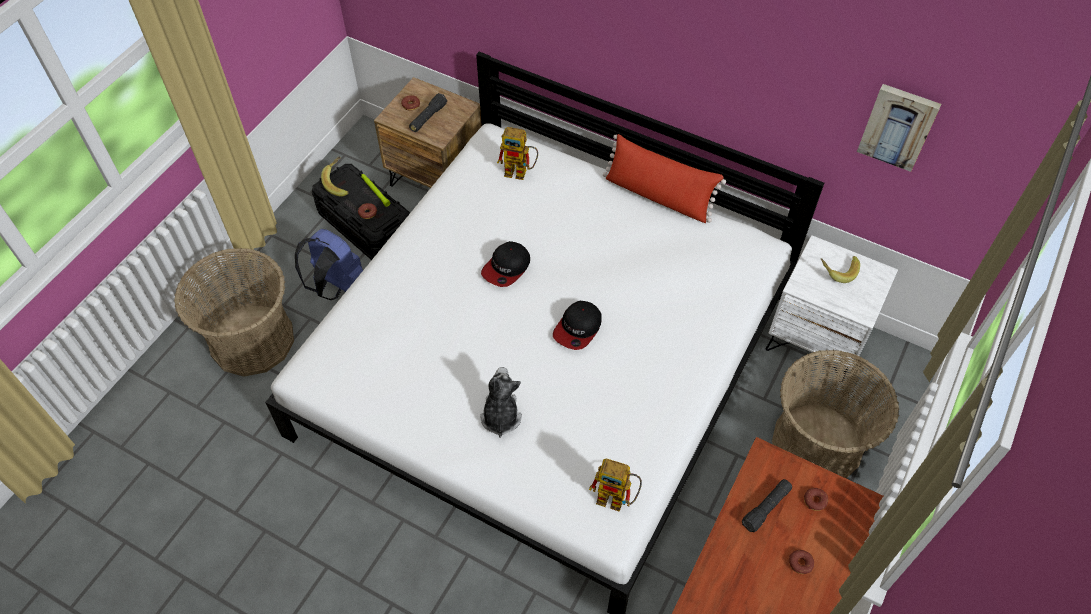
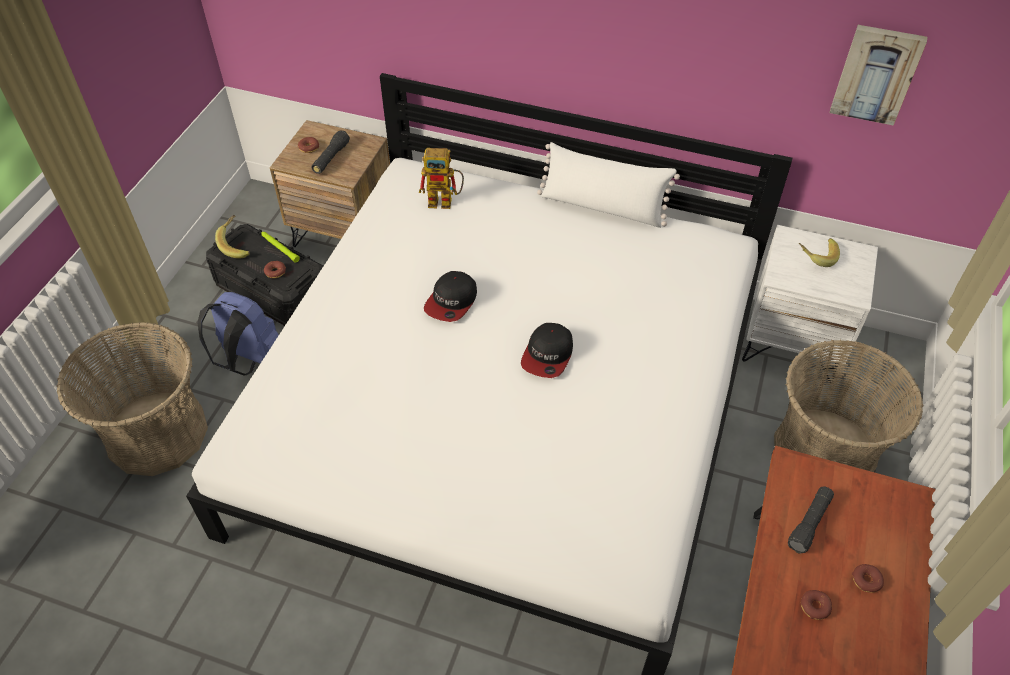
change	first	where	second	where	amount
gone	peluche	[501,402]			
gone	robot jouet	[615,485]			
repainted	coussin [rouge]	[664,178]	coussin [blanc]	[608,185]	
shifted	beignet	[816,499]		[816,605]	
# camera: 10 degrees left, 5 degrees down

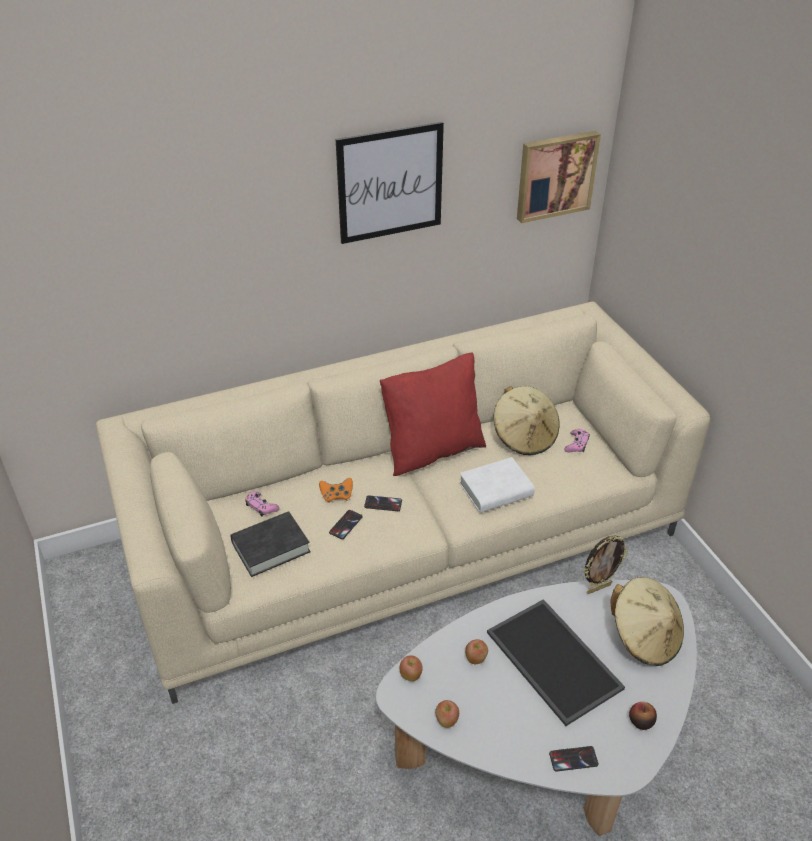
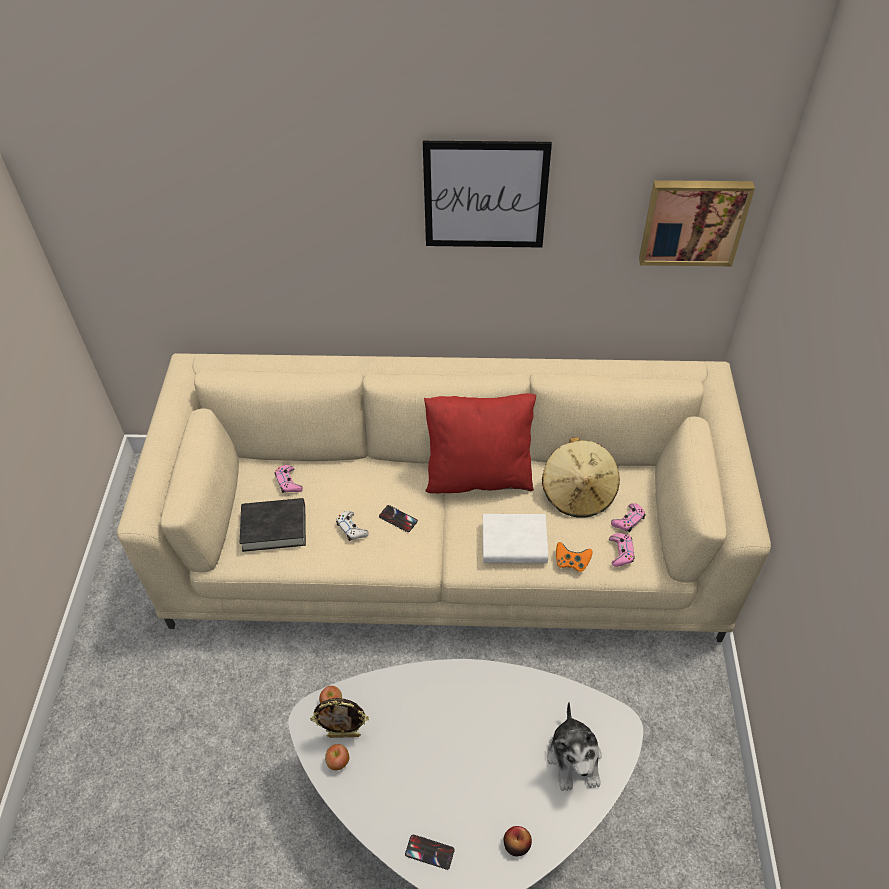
change	first	where	second	where	amount
shifted	manette [orange]	[336,490]		[574,557]	
swapped	téléphone	[346,524]	manette [blanc]	[352,526]	
gone	pomme	[476,651]			
gone	plateau	[556,662]			
shifted	cadre photo	[605,564]		[339,718]	
swapped	chapeau [beige]	[647,621]	peluche	[574,746]	
new			manette [rose]	[622,550]	
# camera: 25 degrees right, 10 degrees up

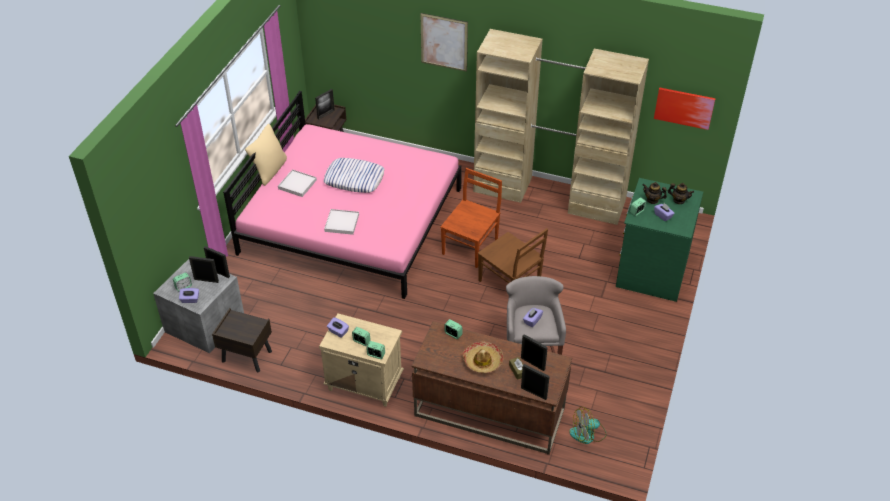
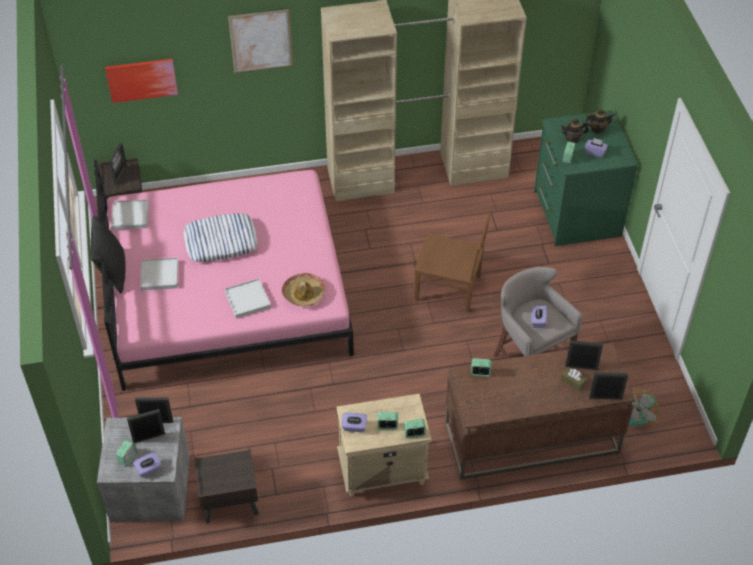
change	first	where	second	where	amount
repainted	coussin [beige]	[266,155]	coussin [noir]	[108,254]	
gone	chaise [marron]	[471,218]			
shifted	chapeau	[483,358]		[303,289]	
shifted	tableau	[685,108]		[141,81]	
new			plateau [blanc]	[130,214]	
# camera: 30 degrees left, 5 degrees up

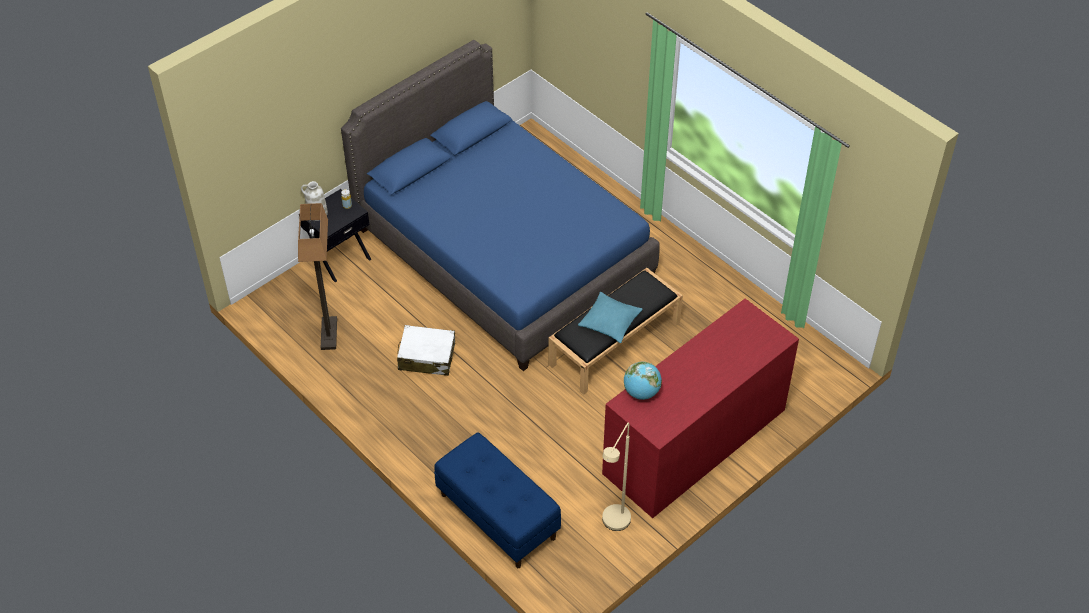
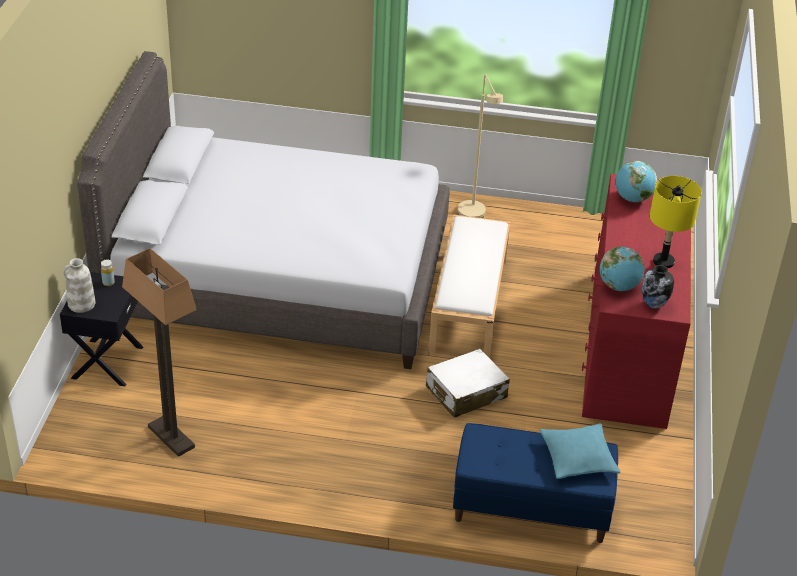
change	first	where	second	where	amount
repainted	lit [bleu]	[500,205]	lit [gris]	[263,210]	
shifted	valise [blanc]	[426,350]		[468,383]	
repainted	banc [noir]	[615,331]	banc [blanc]	[470,286]	
shifted	coussin [turquoise]	[610,317]		[580,451]	
shifted	lampadaire [beige]	[616,477]		[480,146]	
new			globe	[636,181]	
new			vase	[658,287]	
new			lampe de table [jaune]	[676,222]	
# camera: 40 degrees left, 10 degrees down

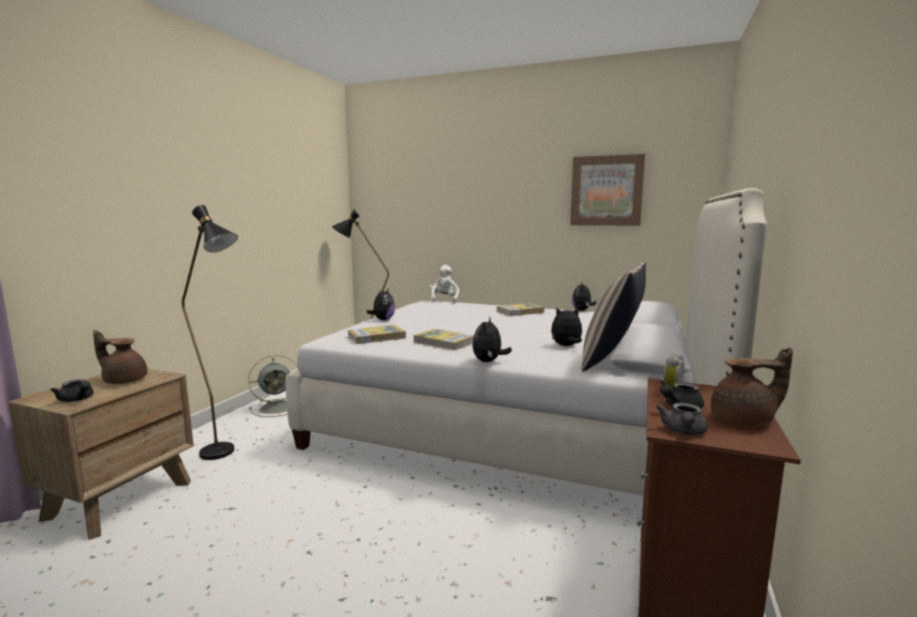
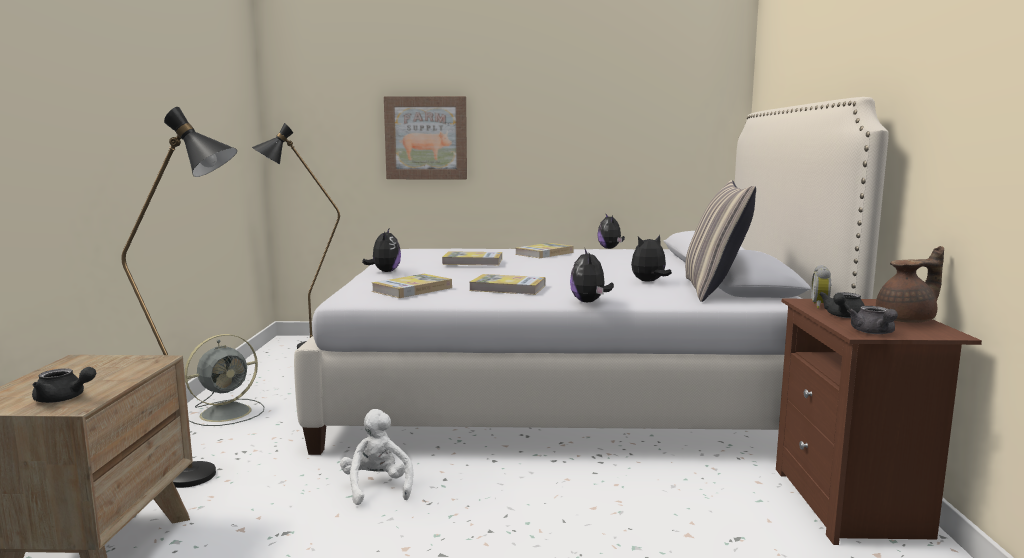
change	first	where	second	where	amount
gone	théière [marron]	[120,357]			
shifted	peluche [blanc]	[444,284]		[377,457]	
shifted	tableau	[607,190]		[425,137]	
new			livre	[472,258]	
# camera: 20 degrees left, 0 degrees up

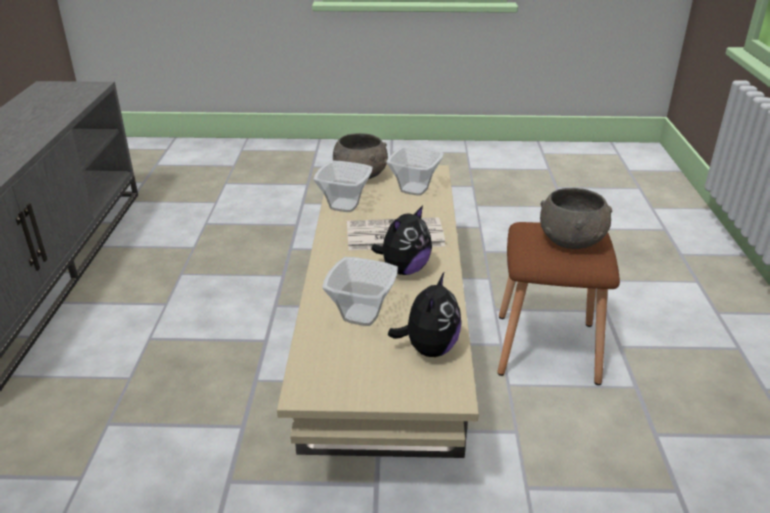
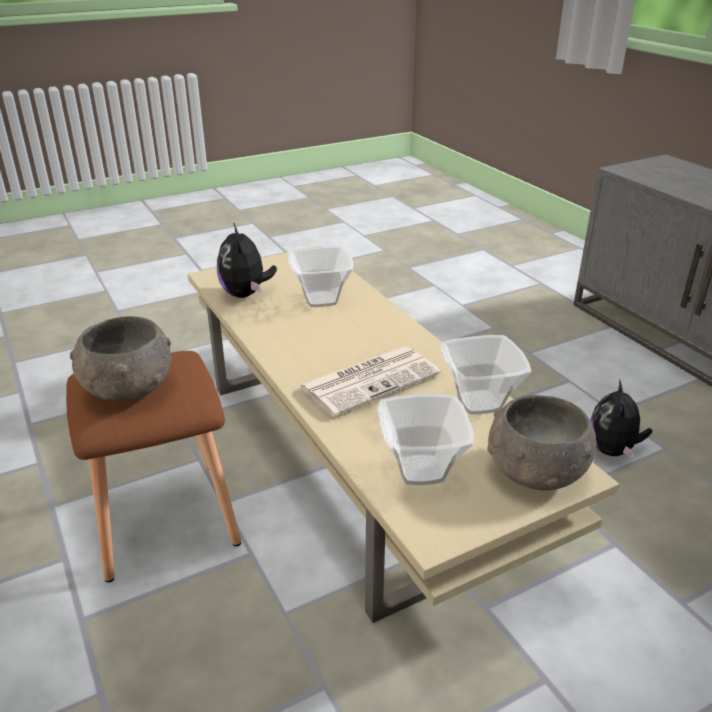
change	first	where	second	where	amount
shifted	peluche	[401,240]		[621,419]	
# camera: 150 degrees right, 0 degrees up

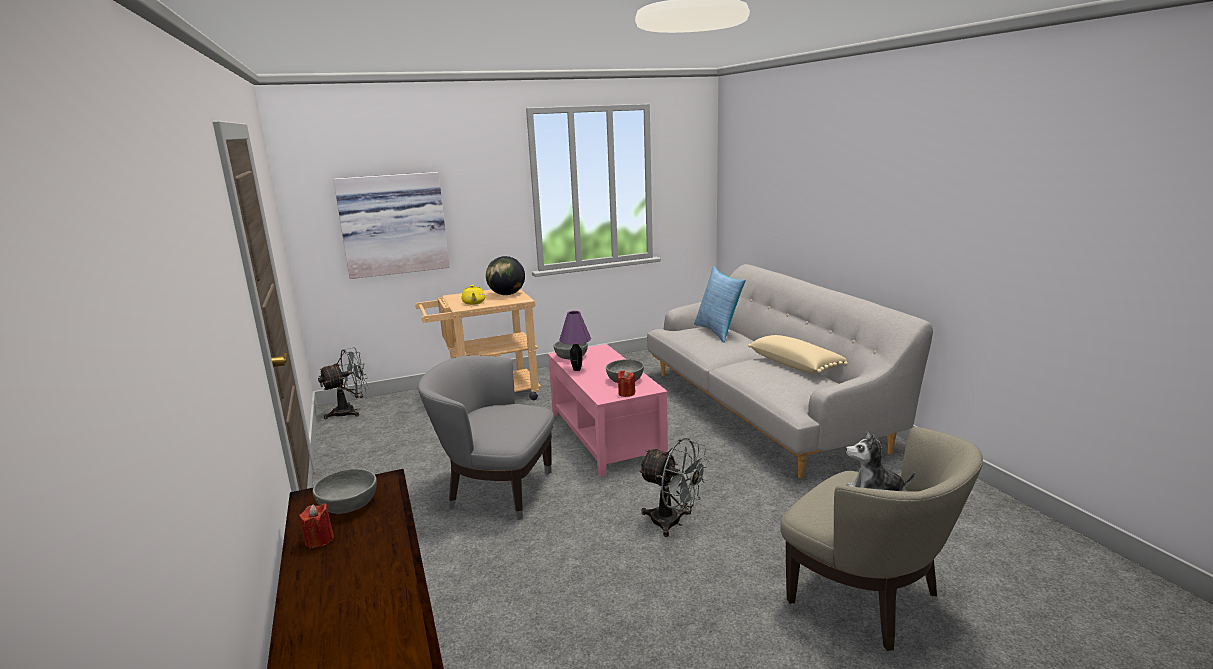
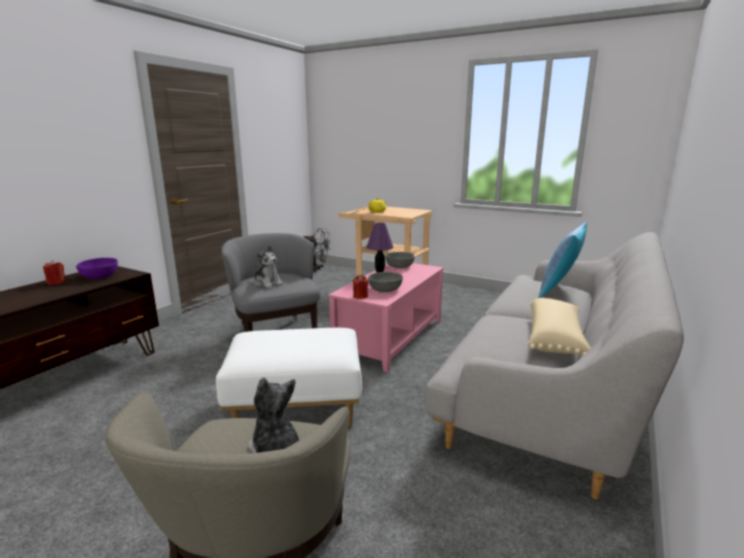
change	first	where	second	where	amount
repainted	bol [gris]	[345,491]	bol [violet]	[97,268]	
gone	tableau	[391,225]			
gone	globe	[505,275]			
swapped	ventilateur [gris]	[673,487]	pouf [blanc]	[289,377]	
new			peluche	[269,266]	
# camera: 50 degrees right, 0 degrees up

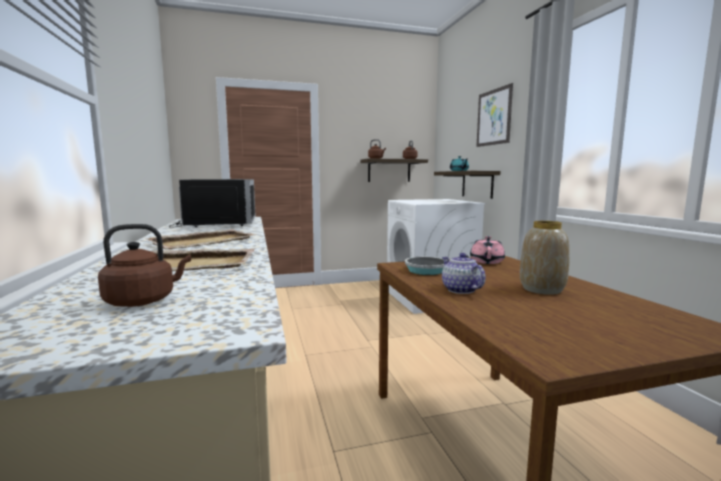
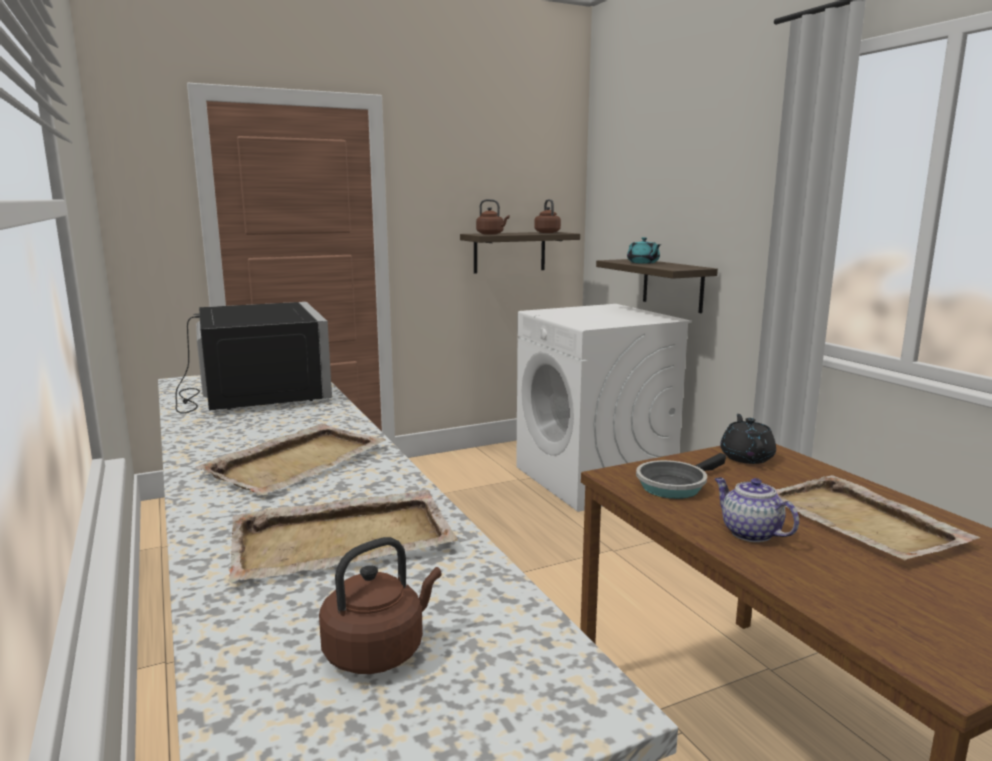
change	first	where	second	where	amount
repainted	théière [rose]	[487,250]	théière [noir]	[748,439]	
gone	tableau	[494,115]			
swapped	vase	[545,258]	plateau [beige]	[878,517]	
# camera: 10 degrees left, 5 degrees up

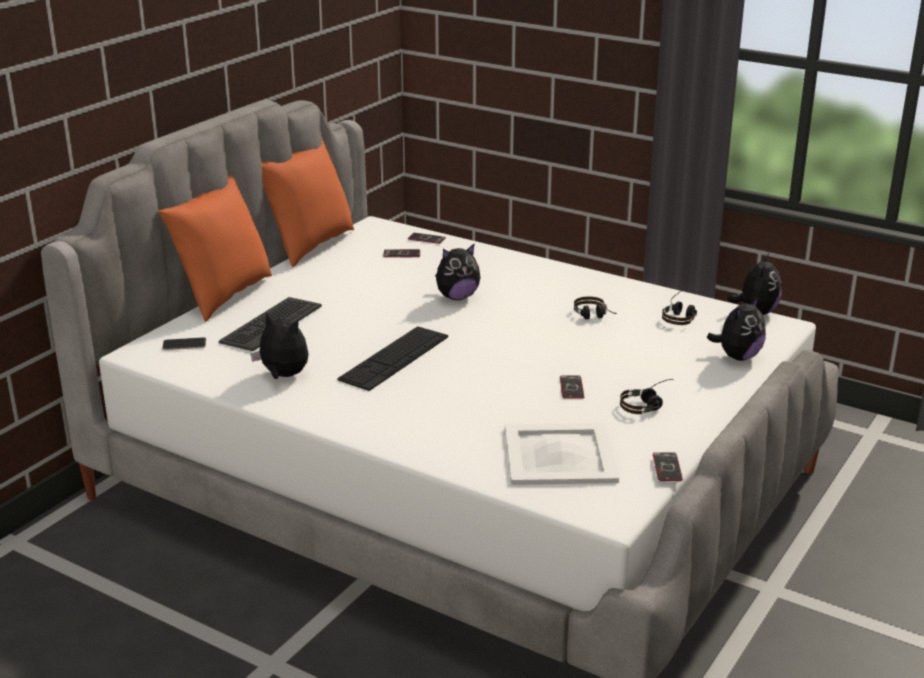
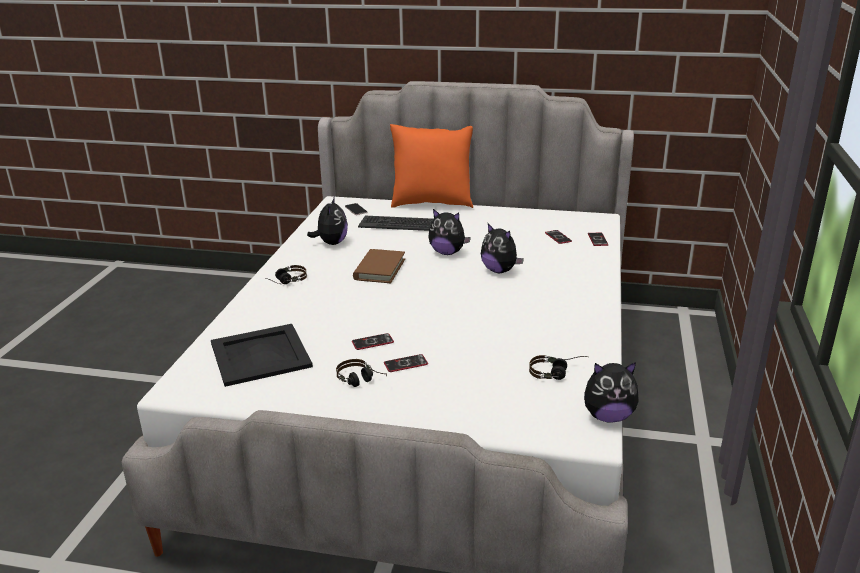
change	first	where	second	where	amount
gone	coussin [orange]	[308,201]			
swapped	clavier	[392,358]	livre [marron]	[379,266]	
repainted	plateau [blanc]	[562,454]	plateau [noir]	[262,355]	
shifted	casque audio	[595,308]		[286,274]	
shifted	téléphone	[668,466]		[406,363]	
shifted	peluche	[736,328]		[449,232]	
# camera: 70 degrees right, 0 degrees up

